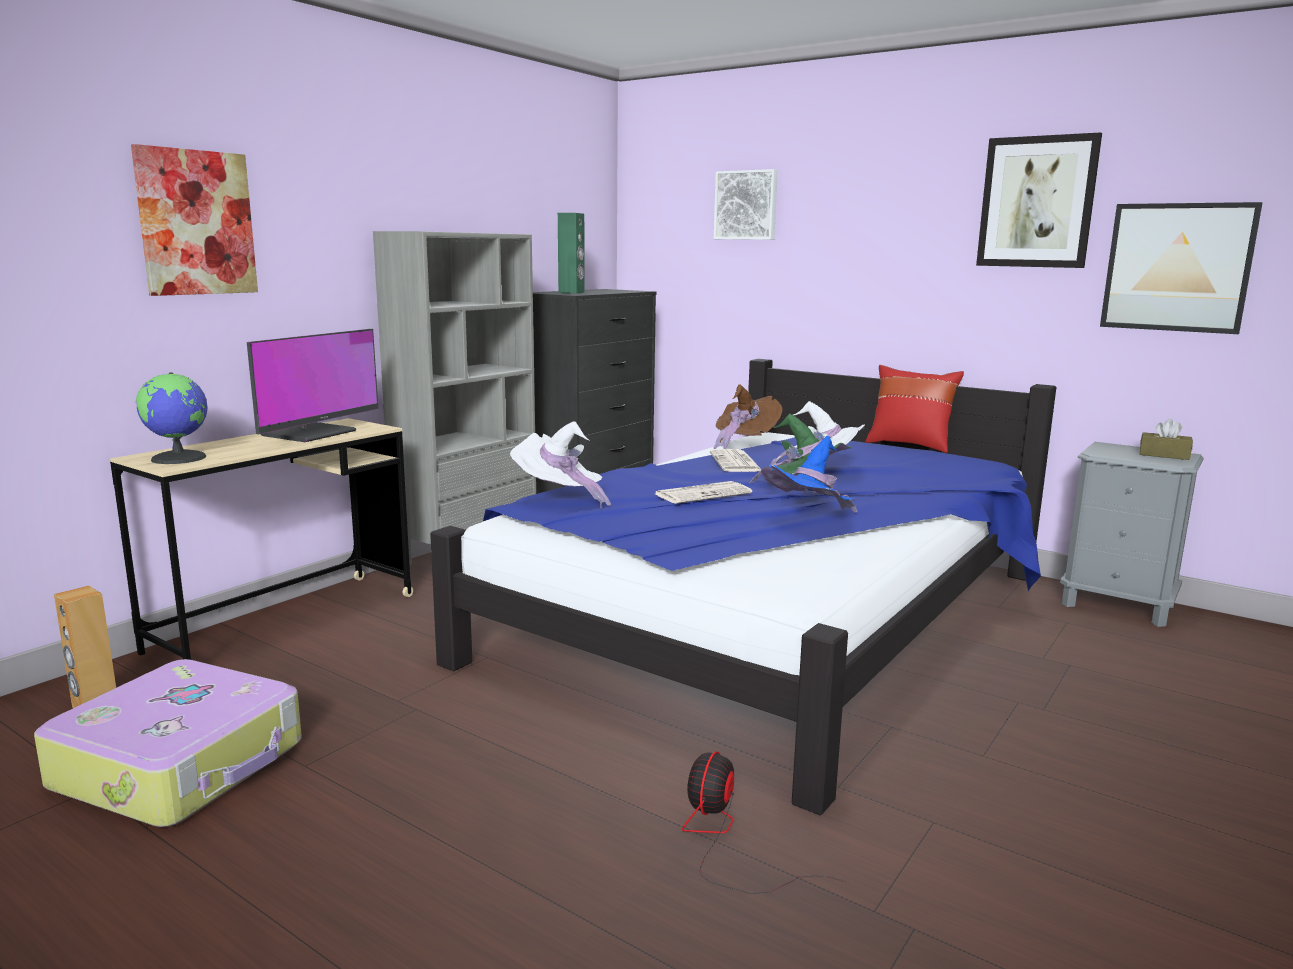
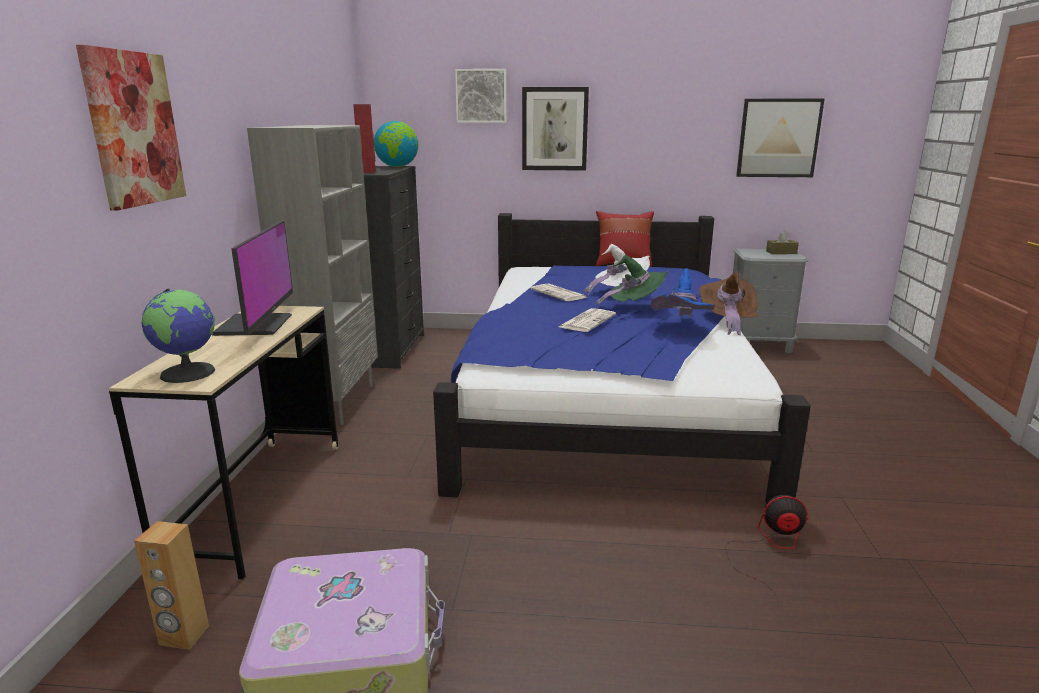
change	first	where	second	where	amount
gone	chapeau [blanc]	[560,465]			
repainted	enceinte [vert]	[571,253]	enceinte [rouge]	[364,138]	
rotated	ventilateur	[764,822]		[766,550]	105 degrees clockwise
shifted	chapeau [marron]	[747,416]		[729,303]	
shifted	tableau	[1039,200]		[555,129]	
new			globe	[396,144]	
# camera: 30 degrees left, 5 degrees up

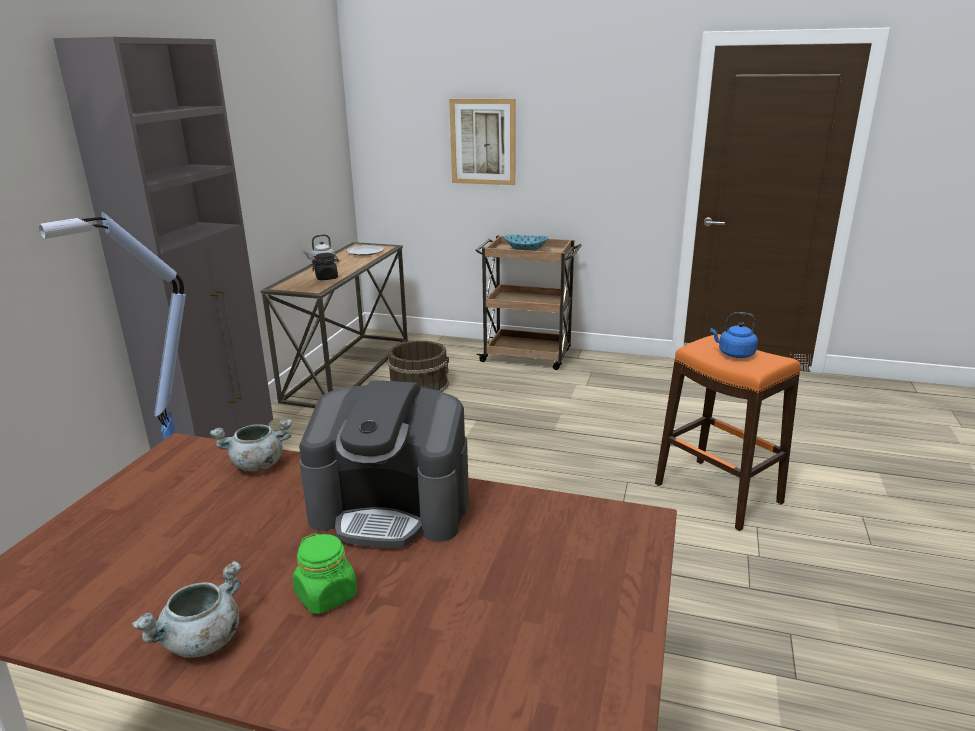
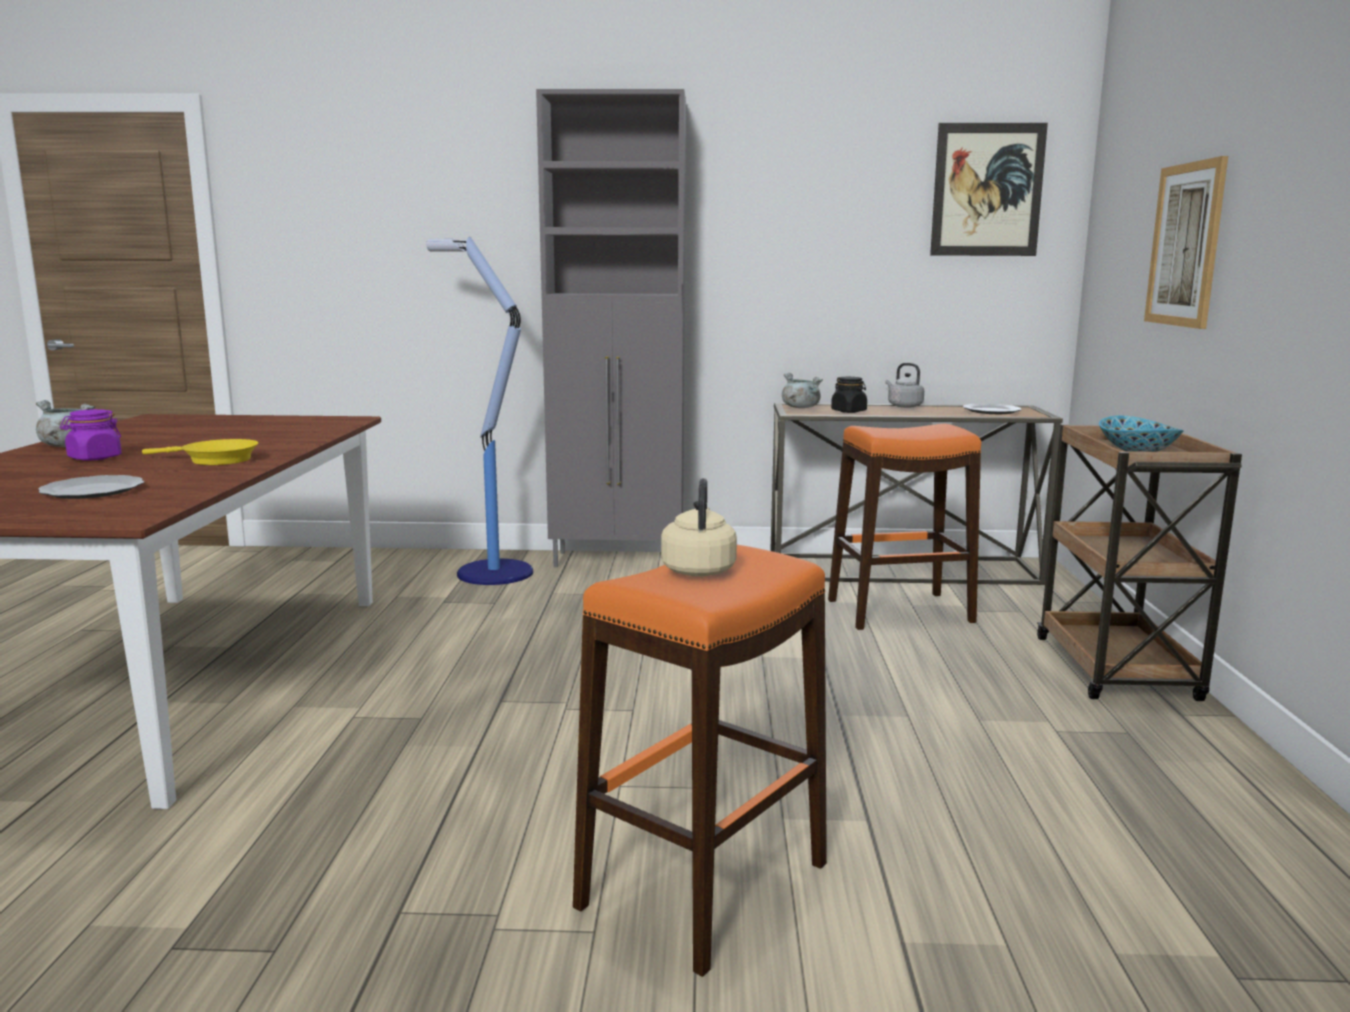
change	first	where	second	where	amount
shifted	marmite [gris]	[251,445]		[802,390]	
repainted	bocal [vert]	[325,573]	bocal [violet]	[91,435]	
swapped	machine à café	[384,464]	poêle [jaune]	[200,452]	
swapped	seau [marron]	[418,366]	tabouret [orange]	[904,527]	
repainted	bouilloire [bleu]	[734,335]	bouilloire [beige]	[699,527]	
new			assiette	[91,487]	
new			tableau	[989,189]	
# camera: 75 degrees right, 10 degrees down

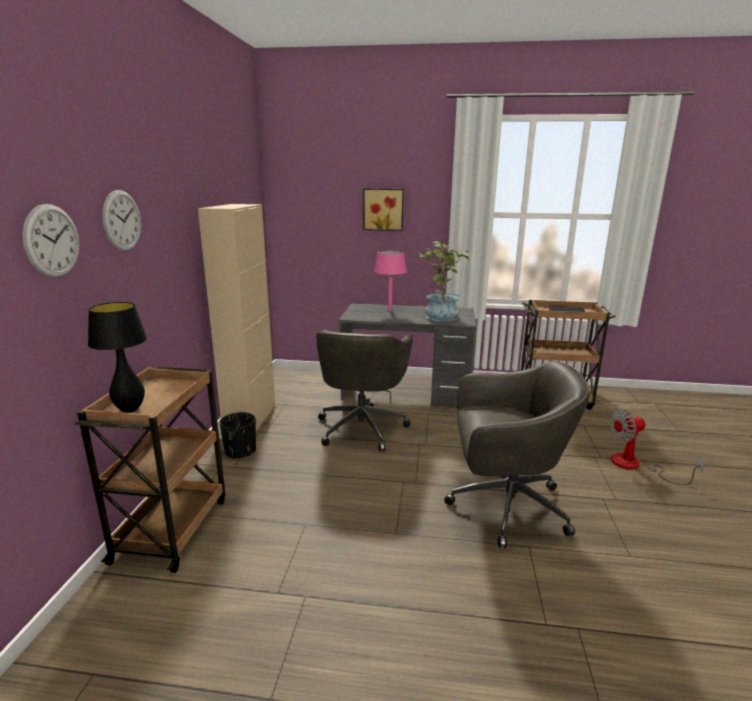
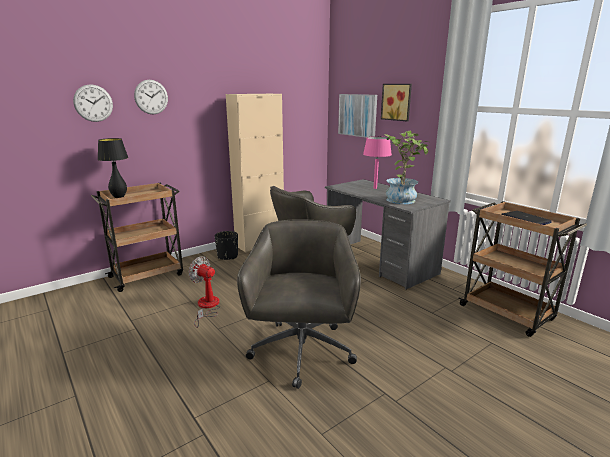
change	first	where	second	where	amount
rotated	chaise de bureau [gris]	[517,454]		[299,304]	135 degrees counterclockwise
shifted	ventilateur	[657,447]		[204,292]	
new			tableau	[357,116]	
# camera: 45 degrees right, 0 degrees up

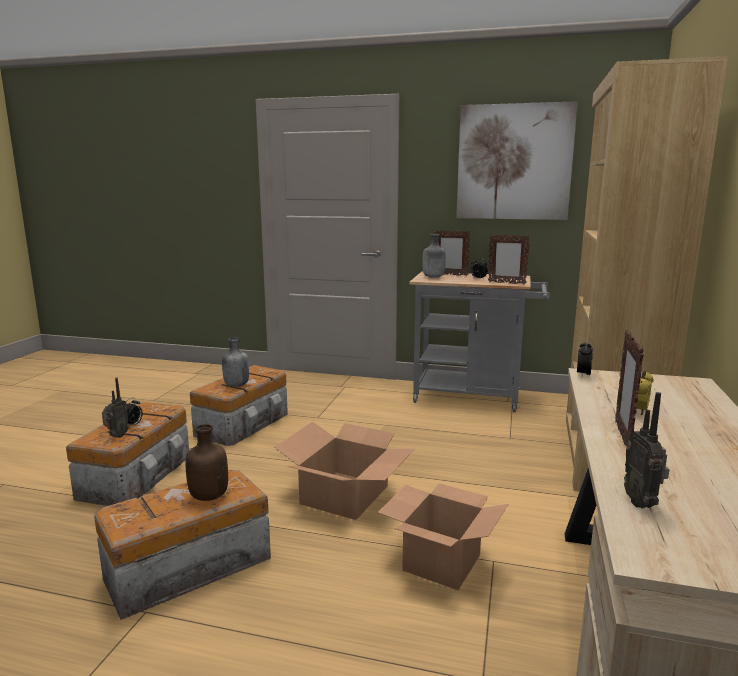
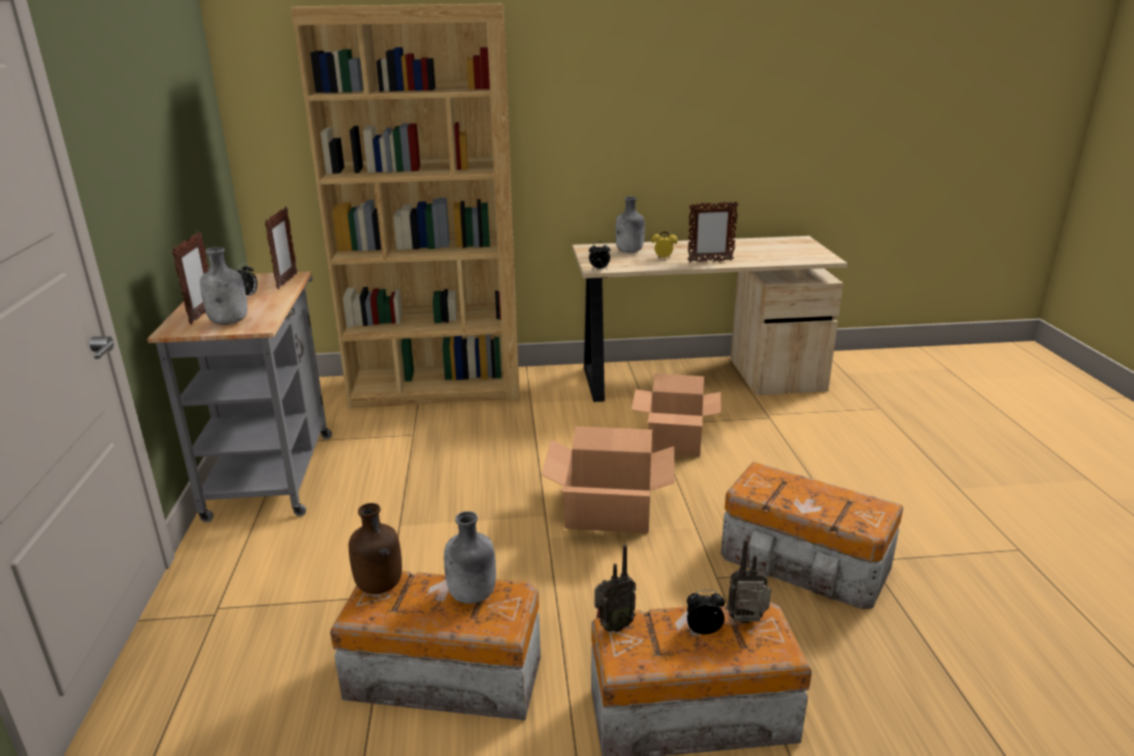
change	first	where	second	where	amount
shifted	bouteille [marron]	[207,462]		[375,548]	
gone	tableau	[517,160]			
shifted	radio	[646,450]		[615,588]	
new			bouteille [gris]	[630,224]	
# camera: 110 degrees left, 10 degrees up

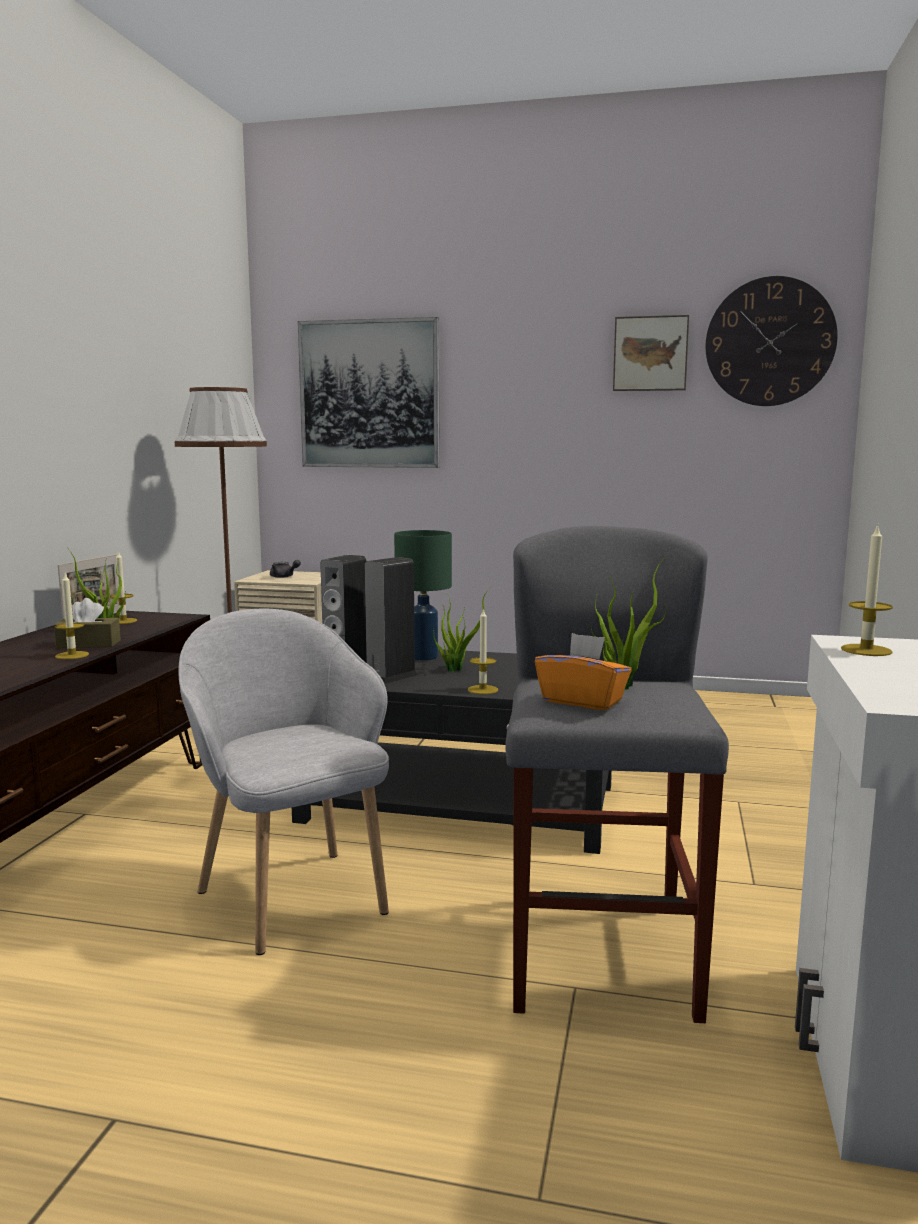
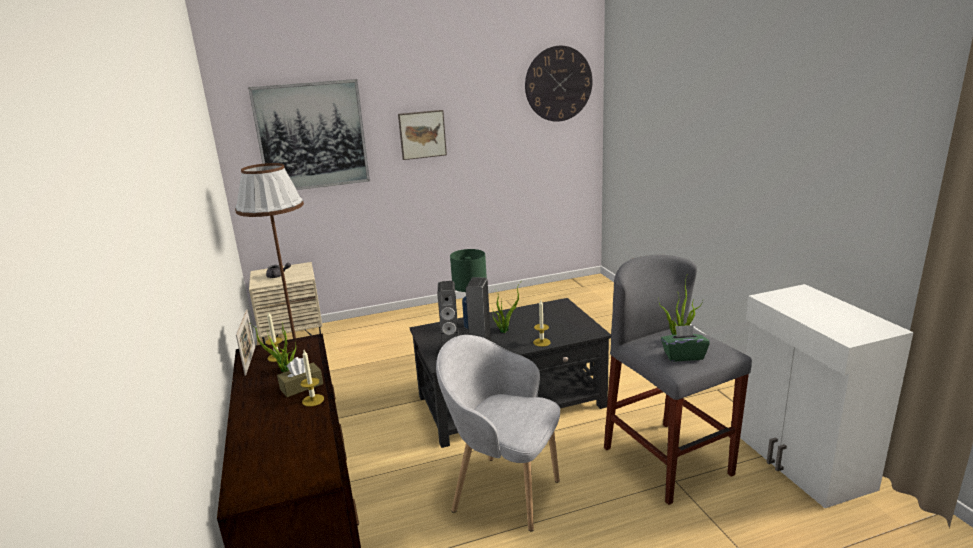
change	first	where	second	where	amount
repainted	boîte à mouchoirs [orange]	[583,671]	boîte à mouchoirs [vert]	[685,343]	
shifted	tableau	[651,353]		[422,135]	
gone	bougie	[867,590]			
# camera: 30 degrees left, 10 degrees up

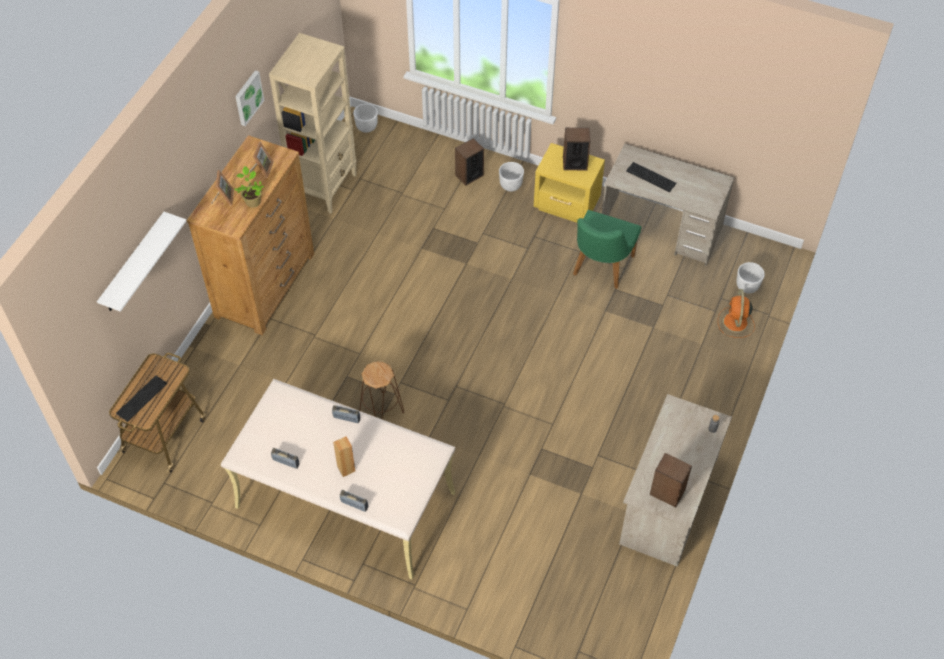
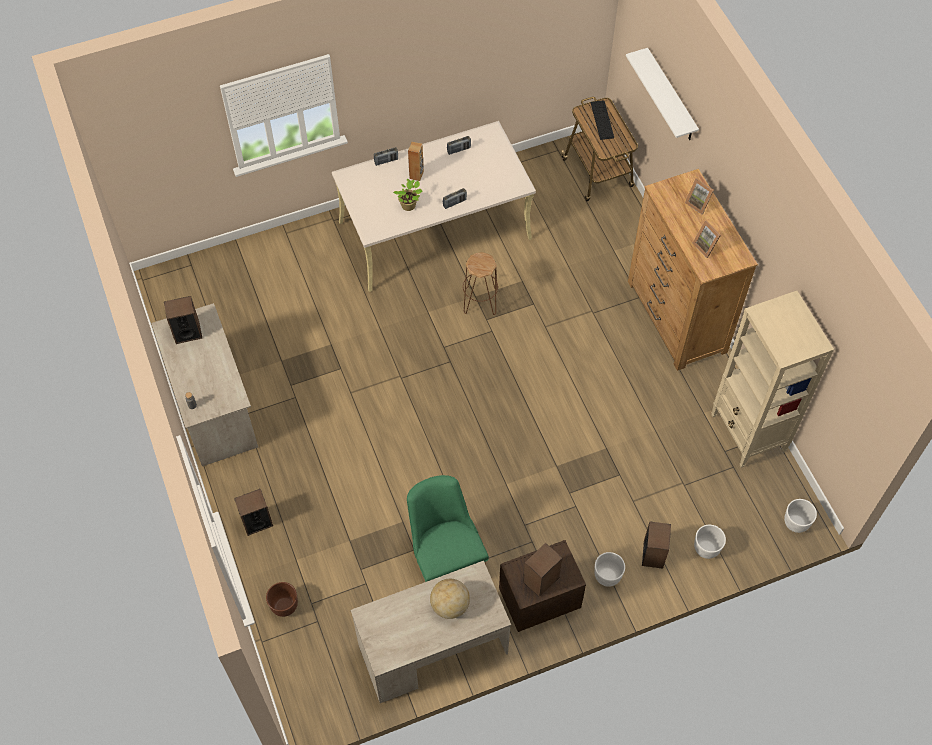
change	first	where	second	where	amount
shifted	plante en pot	[249,187]		[408,195]	
gone	tableau	[249,98]			
repainted	table de chevet [jaune]	[569,183]	table de chevet [marron]	[542,586]	
swapped	clavier	[651,177]	globe	[450,599]	
swapped	ventilateur [orange]	[736,313]	cache-pot [marron]	[282,599]	
shifted	cache-pot [blanc]	[750,277]		[710,542]	
new			enceinte	[253,512]	
# camera: 135 degrees right, 5 degrees up

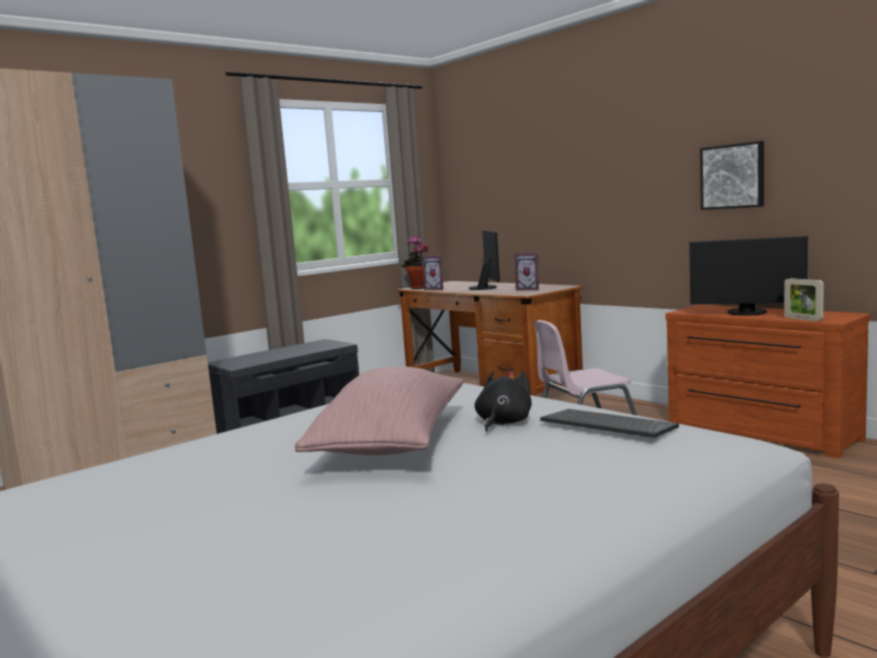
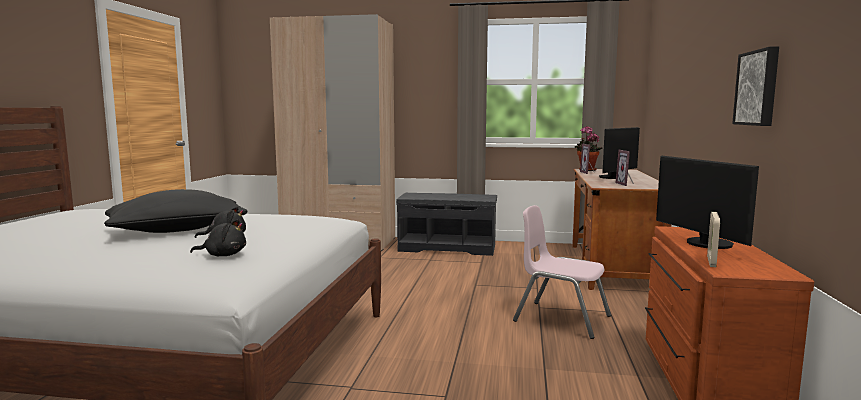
change	first	where	second	where	amount
repainted	coussin [rose]	[379,410]	coussin [noir]	[176,211]	
swapped	clavier	[609,423]	peluche [noir]	[218,237]	
# camera: 50 degrees right, 0 degrees up

